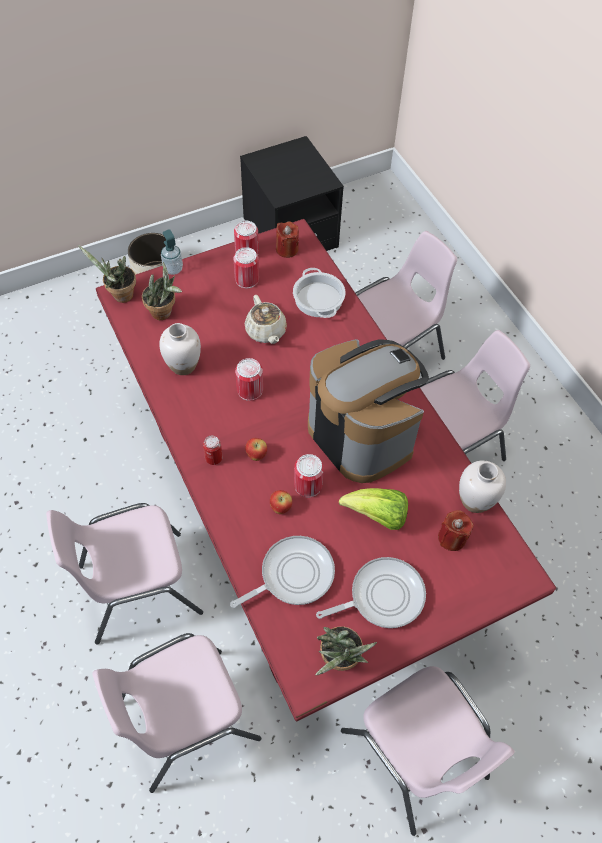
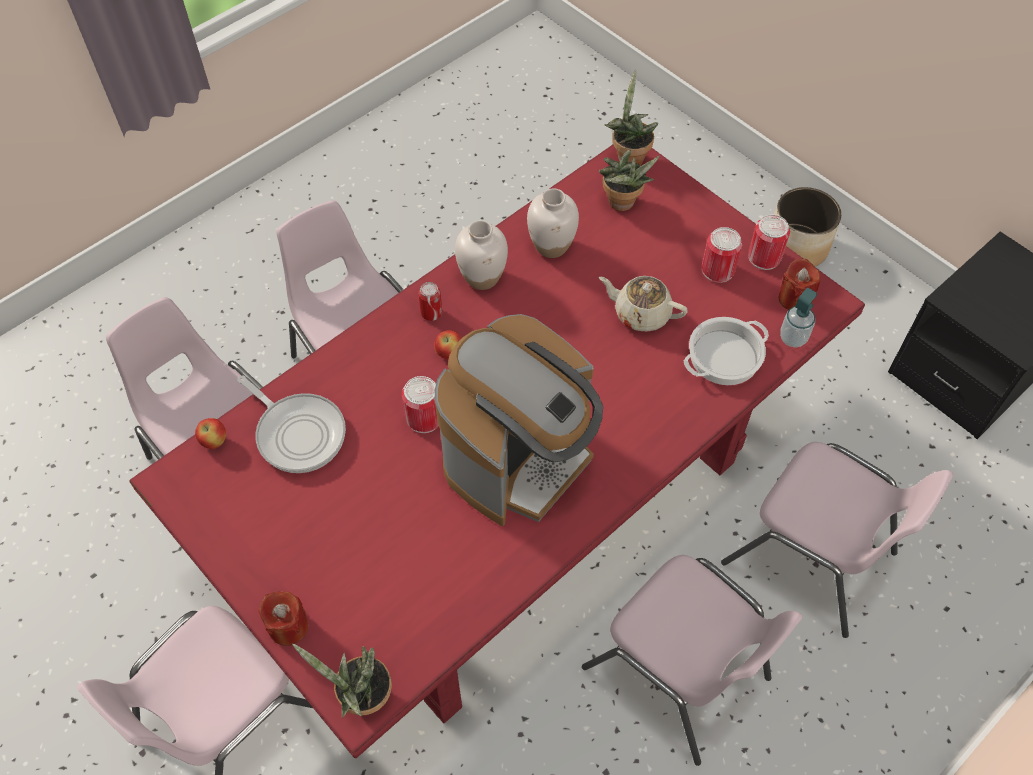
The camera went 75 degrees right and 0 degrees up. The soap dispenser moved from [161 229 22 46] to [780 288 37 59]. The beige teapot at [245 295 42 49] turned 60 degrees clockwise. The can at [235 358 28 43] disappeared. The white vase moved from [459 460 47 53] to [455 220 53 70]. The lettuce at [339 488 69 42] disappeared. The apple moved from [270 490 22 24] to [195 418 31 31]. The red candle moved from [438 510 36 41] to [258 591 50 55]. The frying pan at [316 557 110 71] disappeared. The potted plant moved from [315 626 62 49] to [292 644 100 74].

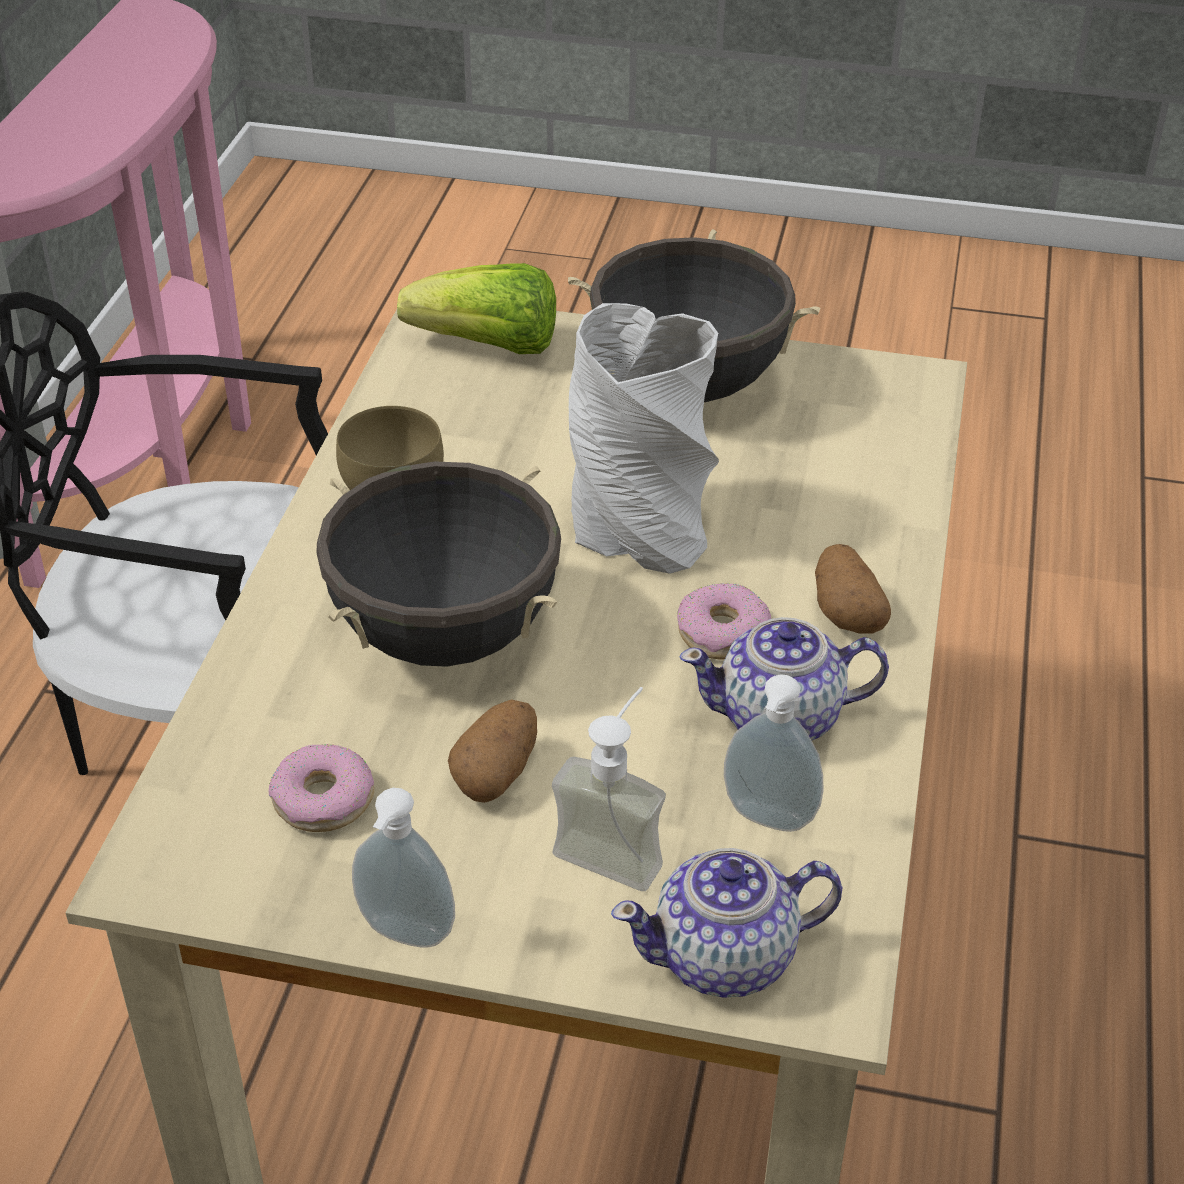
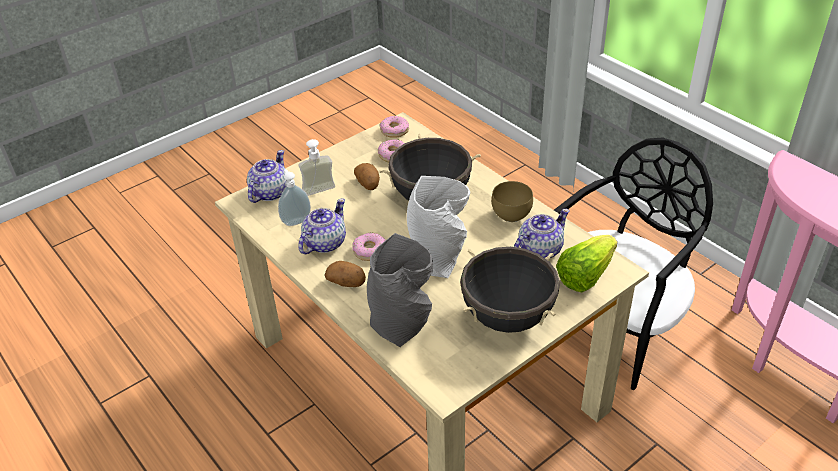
The camera went 130 degrees right and 0 degrees up. The soap dispenser at [352 788 103 160] disappeared. The donut at [379 116 30 22] appeared. The teapot at [514 209 56 49] appeared. The grey vase at [367 233 66 114] appeared.

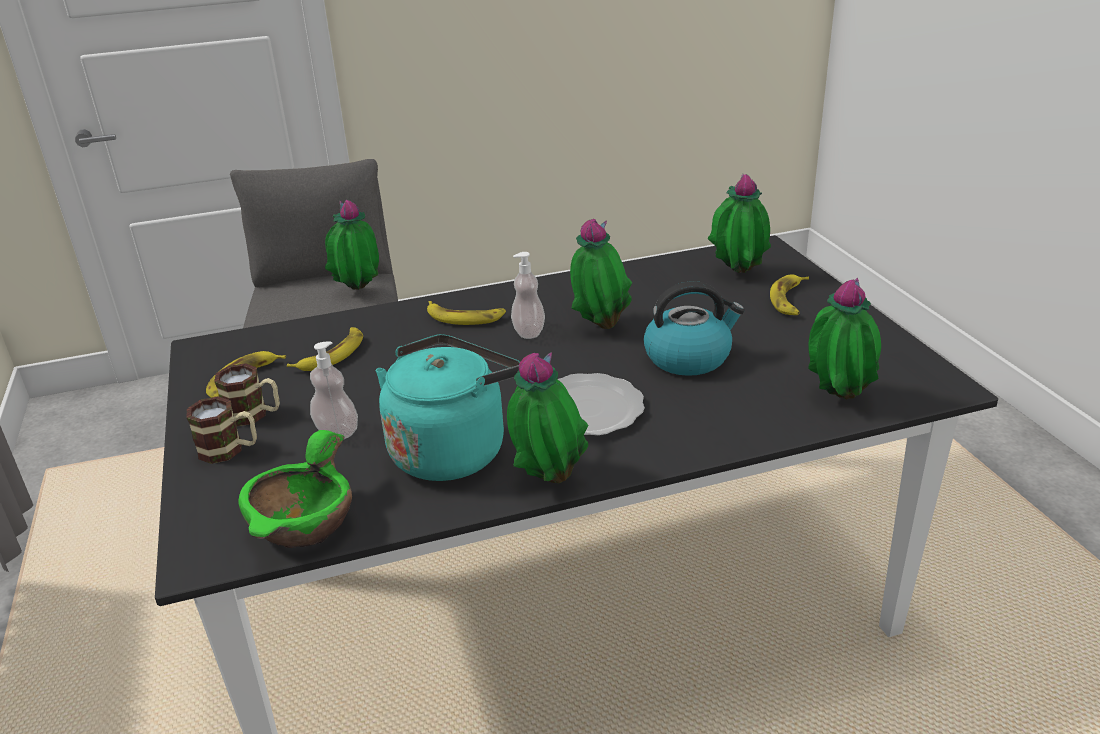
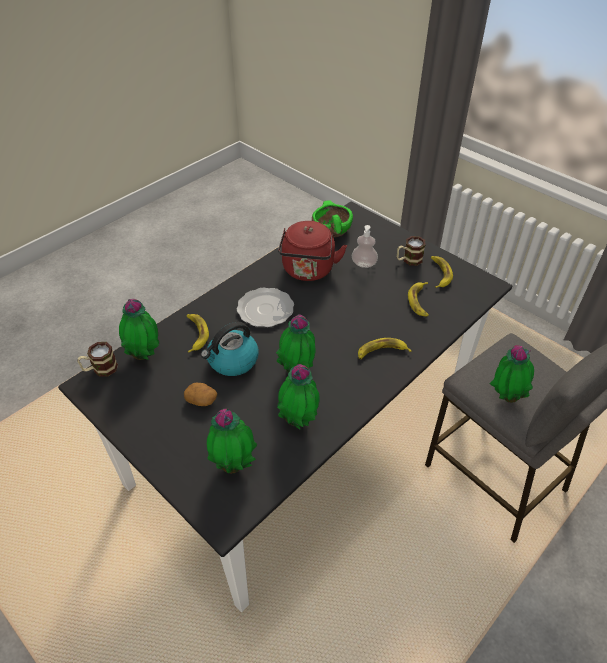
The camera went 150 degrees right and 15 degrees up. The soap dispenser at [511 252 34 87] disappeared. The banana moved from [770 275 39 40] to [187 314 22 39]. The turquoise kettle at [376 334 144 147] became the red kettle at [278 221 69 60]. The potted plant moved from [507 352 82 131] to [277 364 43 66]. The mug moved from [186 396 71 68] to [78 342 40 34]. The potato at [184 383 33 23] appeared.

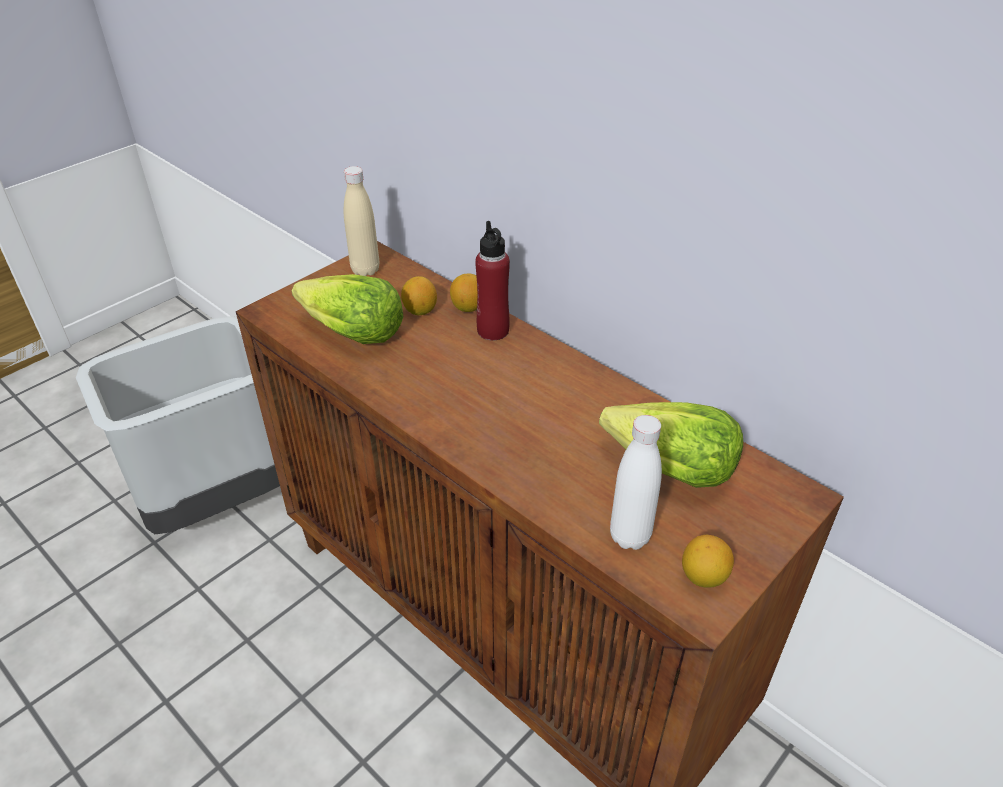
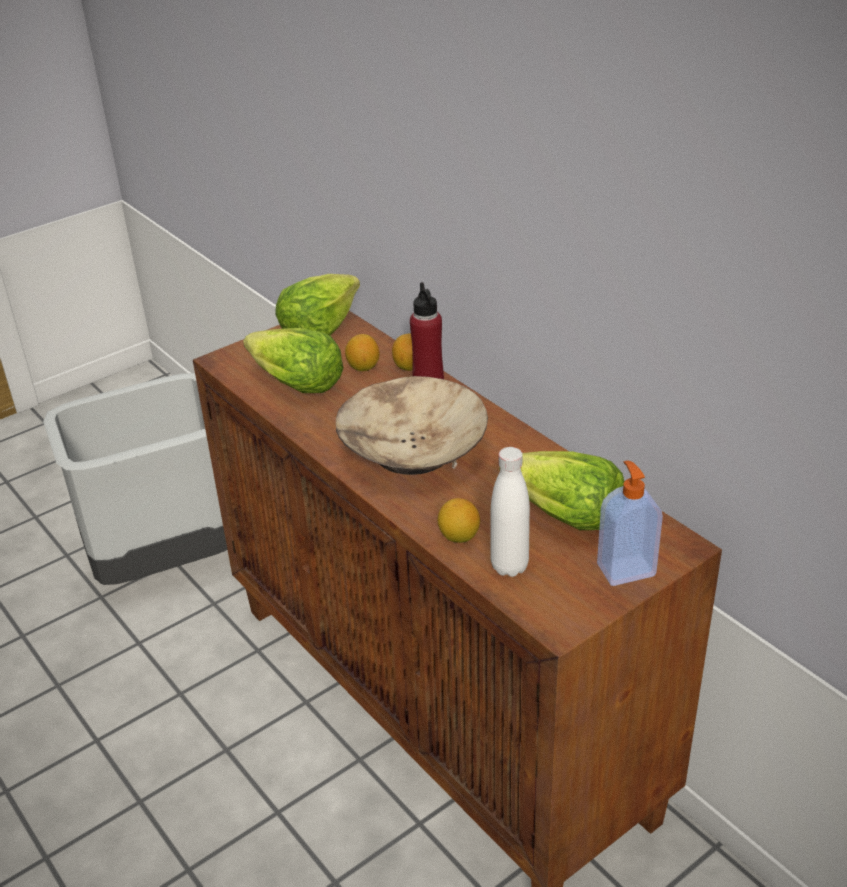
The camera went 10 degrees right and 5 degrees down. The beige bottle at [344 166 35 110] was replaced by the lettuce at [275 274 85 61]. The lemon moved from [682 535 52 53] to [437 498 43 45]. The beige bowl at [336 376 152 99] appeared. The soap dispenser at [597 460 66 126] appeared.

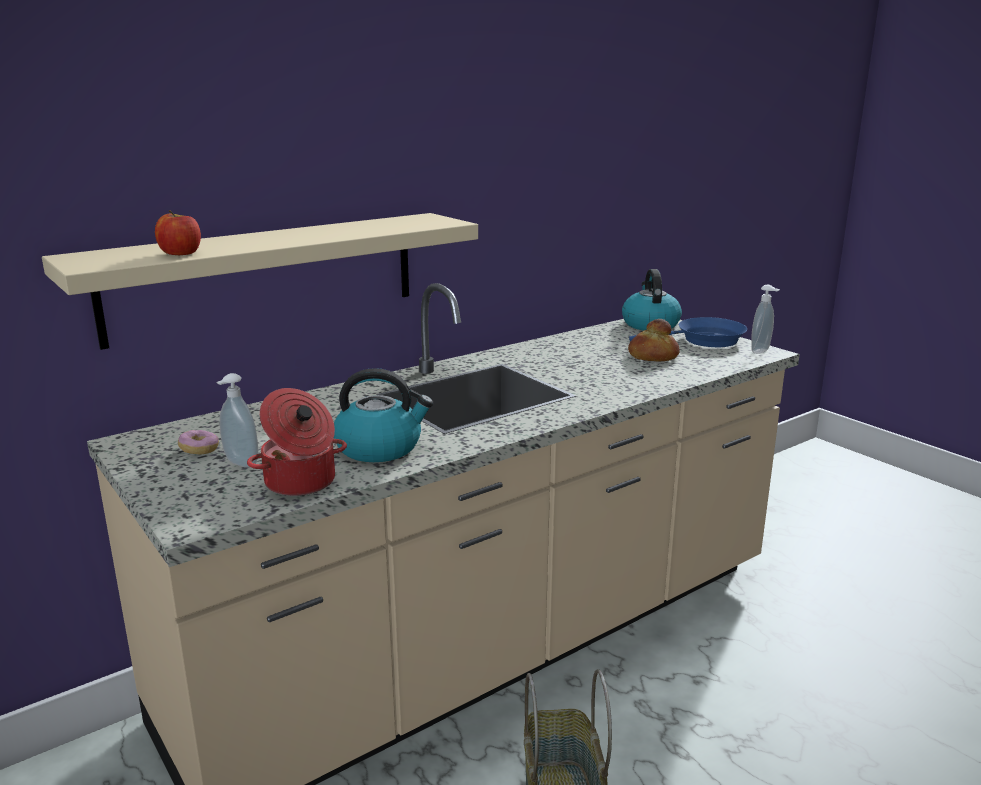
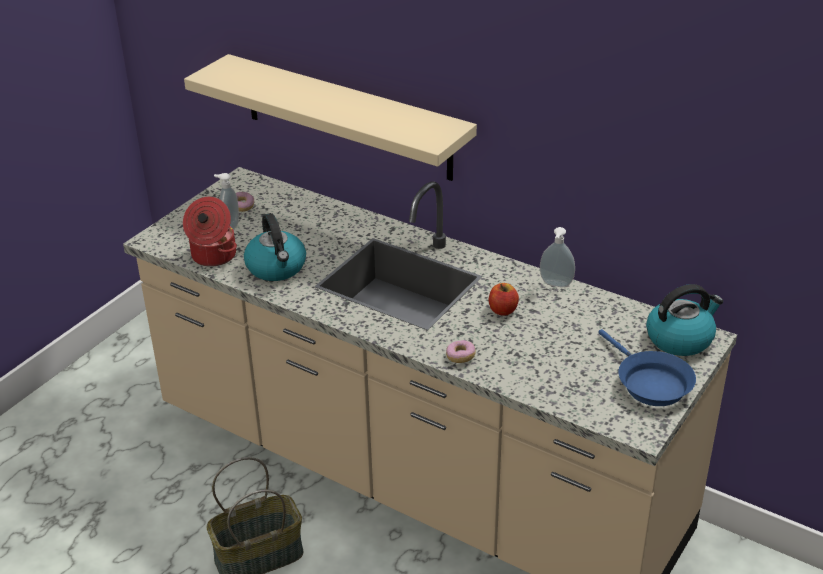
The camera went 70 degrees right and 15 degrees up. The apple moved from [155 210 46 45] to [489 283 30 33]. The soap dispenser moved from [751 284 29 70] to [540 227 35 60]. The bread at [628 319 52 42] disappeared. The donut at [446 340 30 23] appeared.

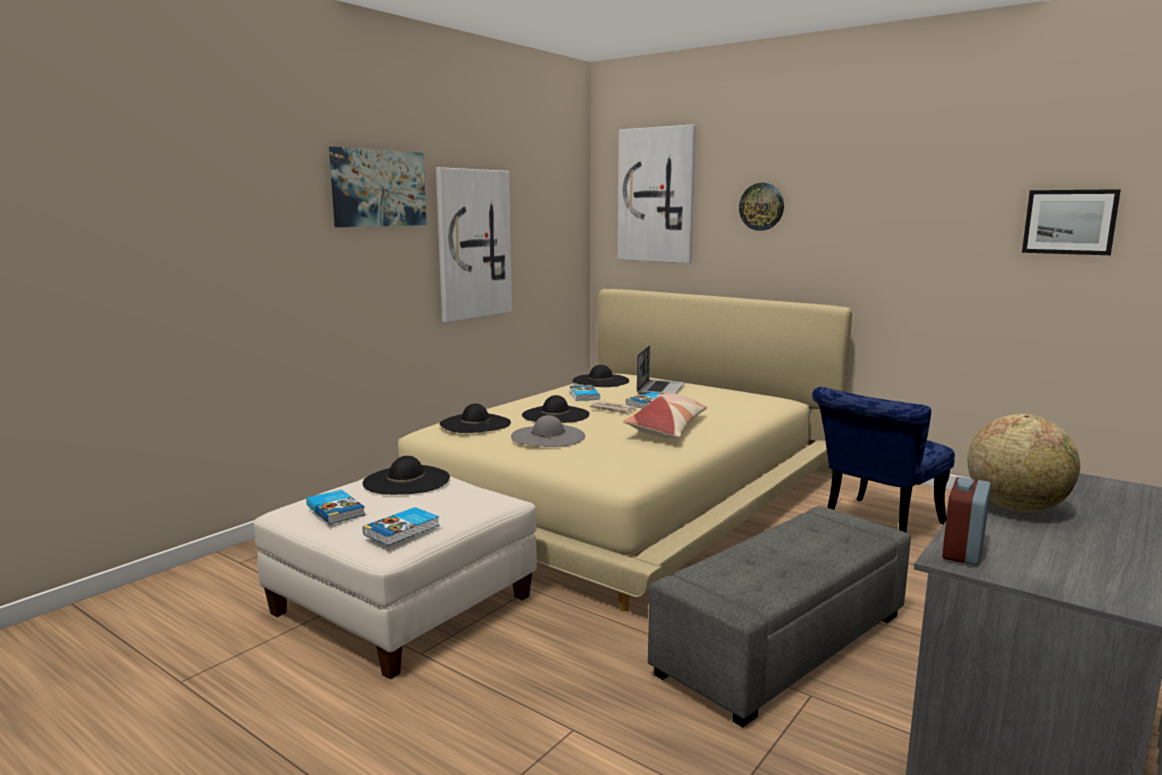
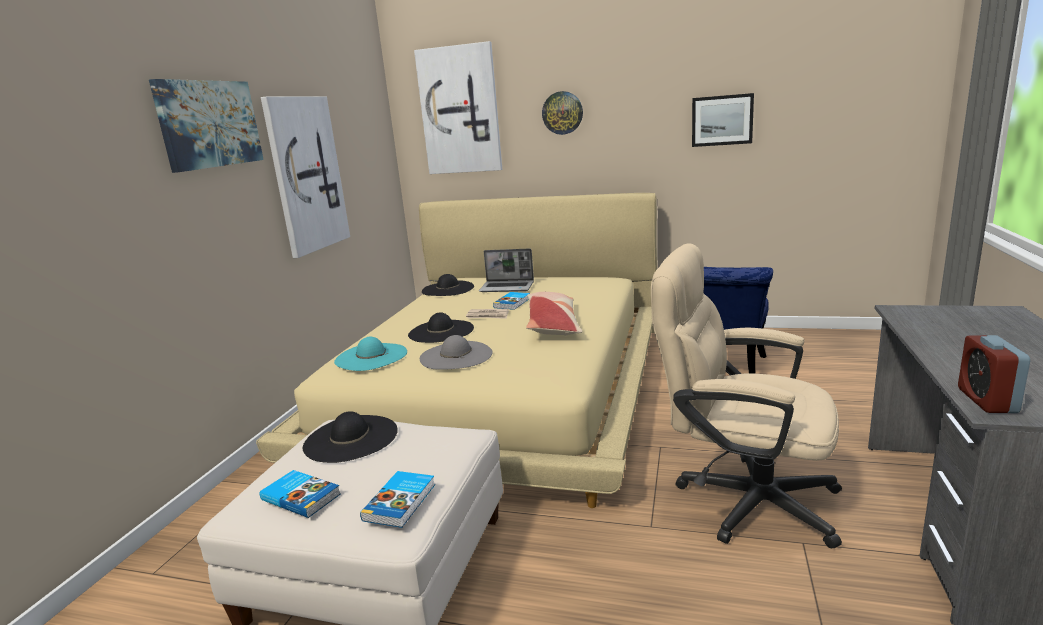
The camera went 20 degrees left and 5 degrees up. The picture moved from [1022 189 99 66] to [692 93 62 54]. The laptop at [637 345 48 49] turned 105 degrees clockwise. The book at [569 385 31 16] disappeared. The black hat at [440 403 71 30] became the turquoise hat at [334 337 73 34]. The globe at [967 414 113 99] disappeared. The grey ottoman at [648 506 263 221] was replaced by the beige office chair at [651 243 191 305].

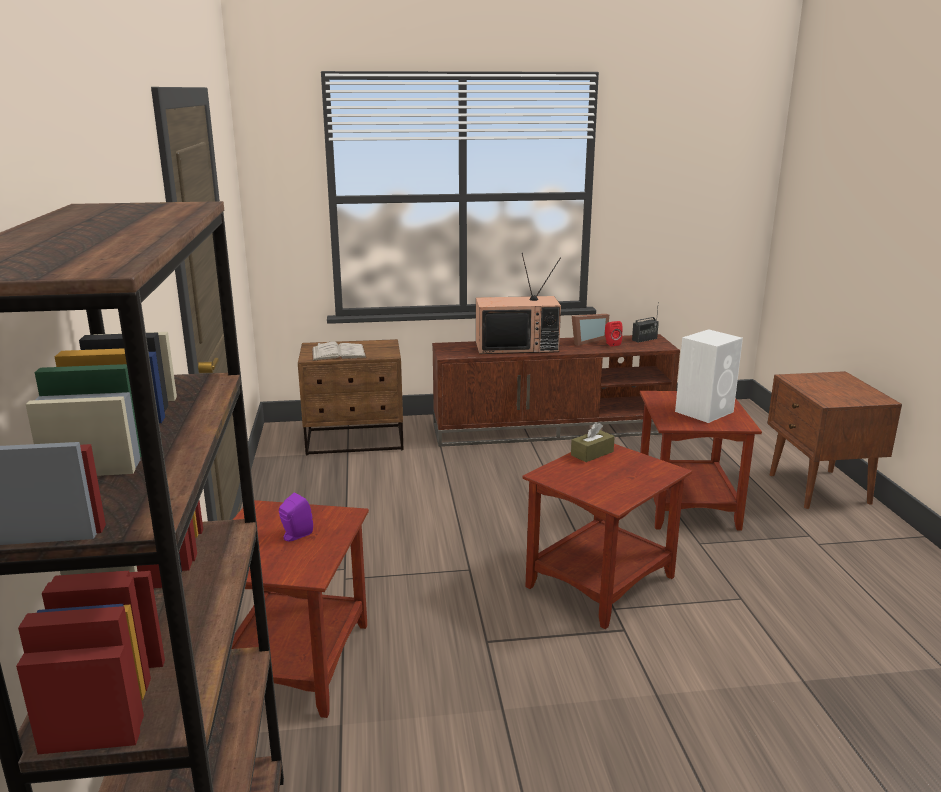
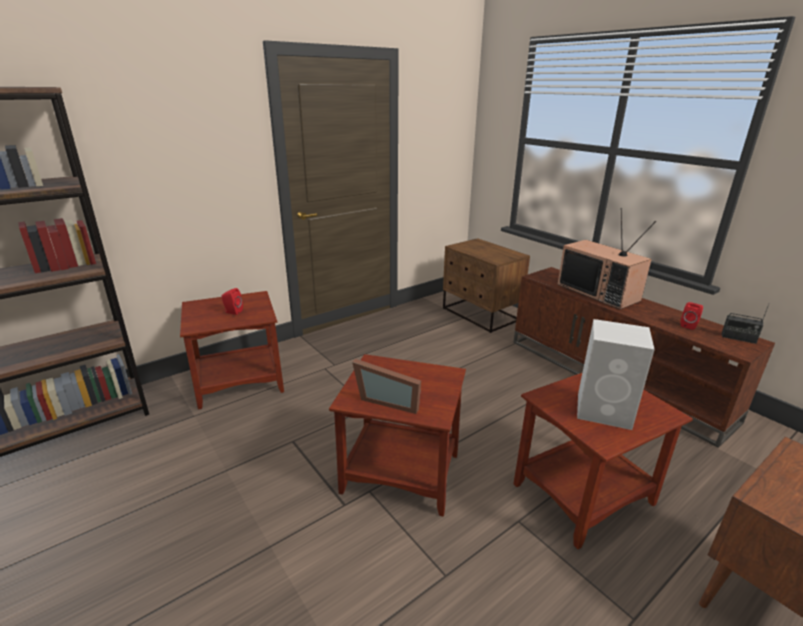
The camera went 60 degrees right and 5 degrees up. The picture frame moved from [572 314 37 32] to [352 359 69 55]. The white book at [312 342 55 19] disappeared. The brown tissue box at [571 422 44 40] disappeared. The purple speaker at [279 493 34 48] became the red speaker at [221 288 22 27].

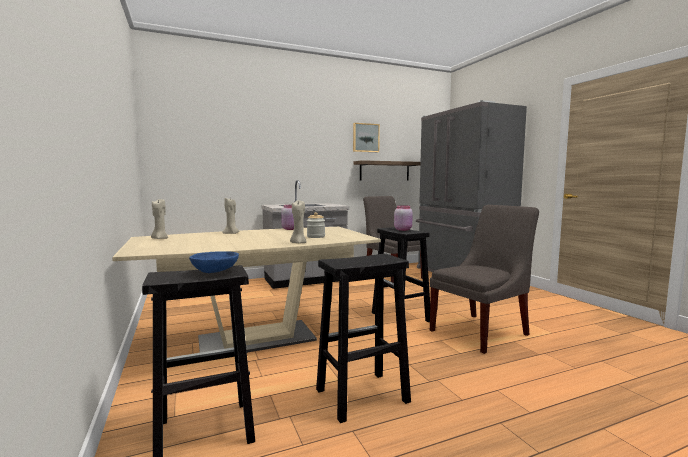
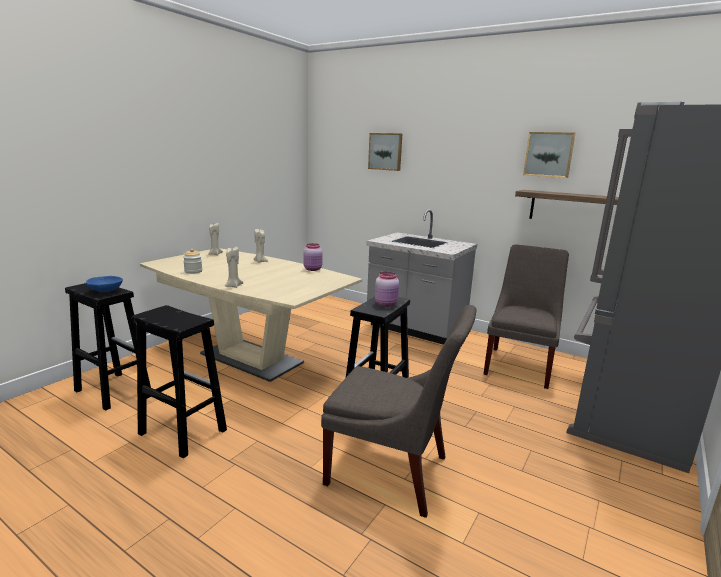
The camera went 55 degrees right and 10 degrees up. The jar moved from [307 212 18 26] to [183 249 20 25]. The picture at [368 133 34 38] appeared.

